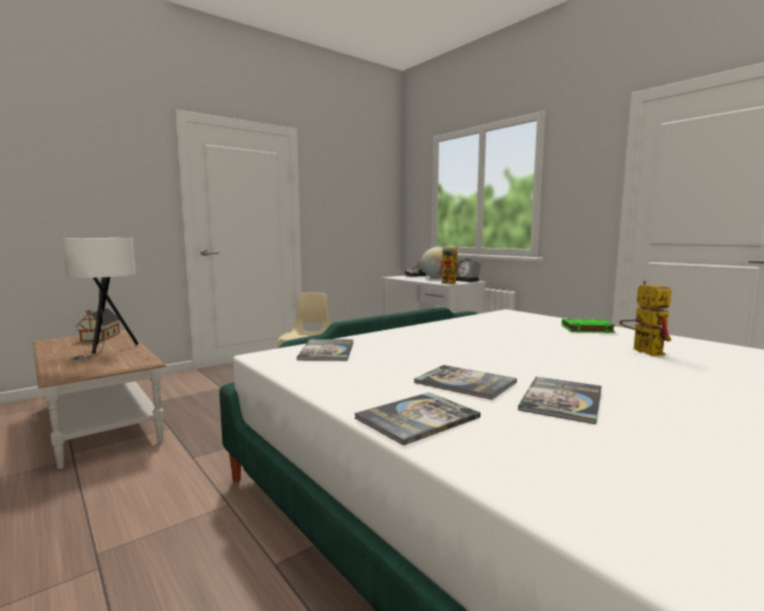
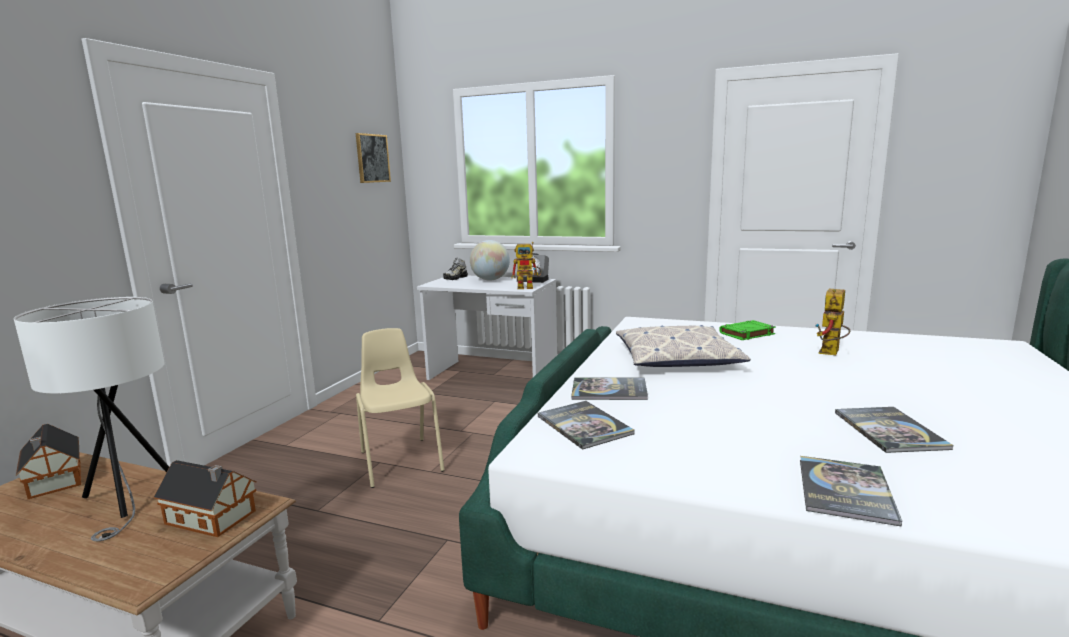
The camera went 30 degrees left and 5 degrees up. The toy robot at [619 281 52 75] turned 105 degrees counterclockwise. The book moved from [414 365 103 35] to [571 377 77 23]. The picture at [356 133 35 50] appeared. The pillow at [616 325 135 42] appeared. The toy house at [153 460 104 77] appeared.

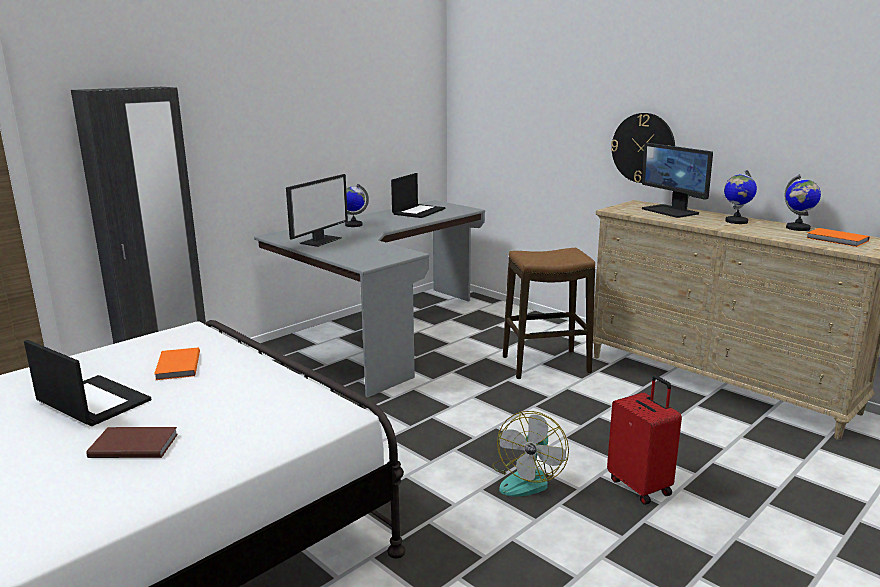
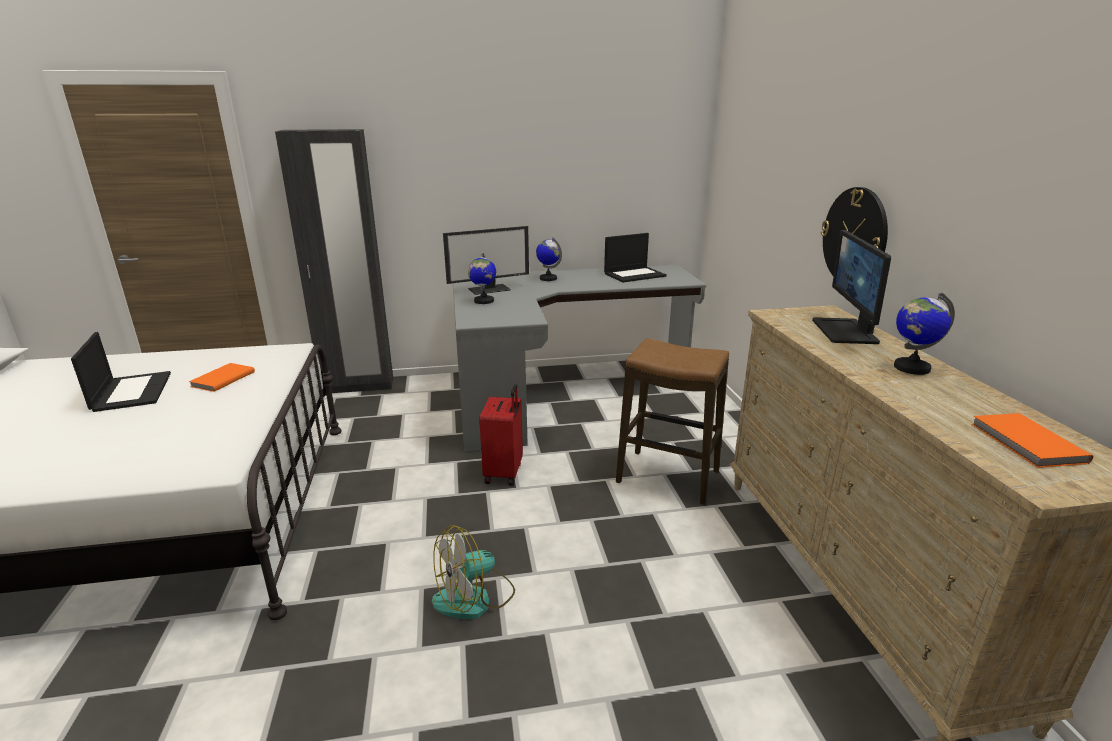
The camera went 35 degrees right and 5 degrees up. The globe moved from [784 174 37 57] to [468 253 28 51]. The red suitcase moved from [607 376 75 128] to [479 384 44 102]. The brown book at [87 427 91 31] disappeared.

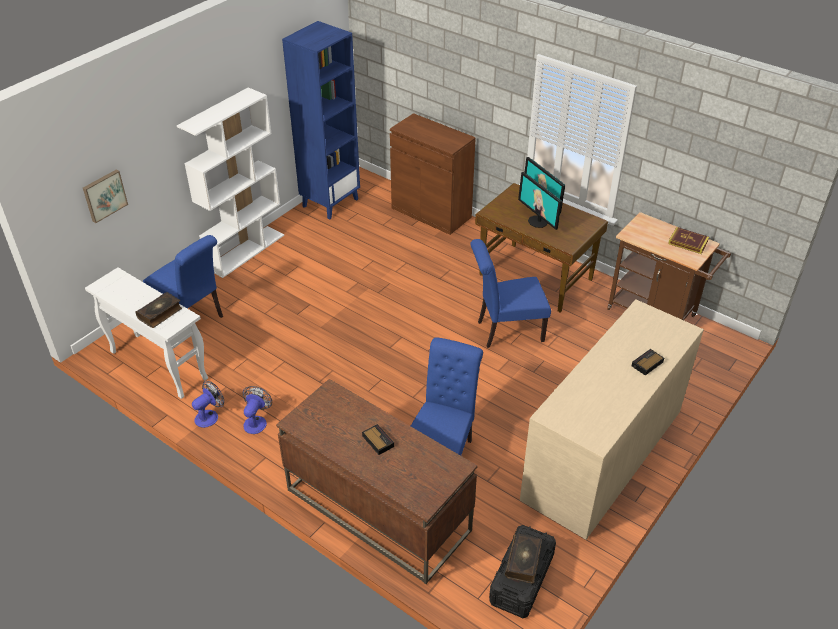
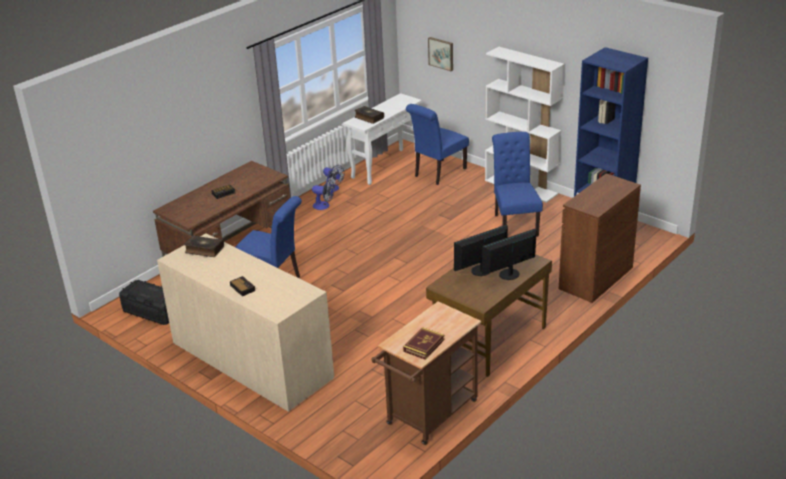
The camera went 95 degrees right and 10 degrees down. The blue chair moved from [470 239 81 109] to [492 132 51 105]. The book moved from [505 533 37 50] to [184 235 40 22].

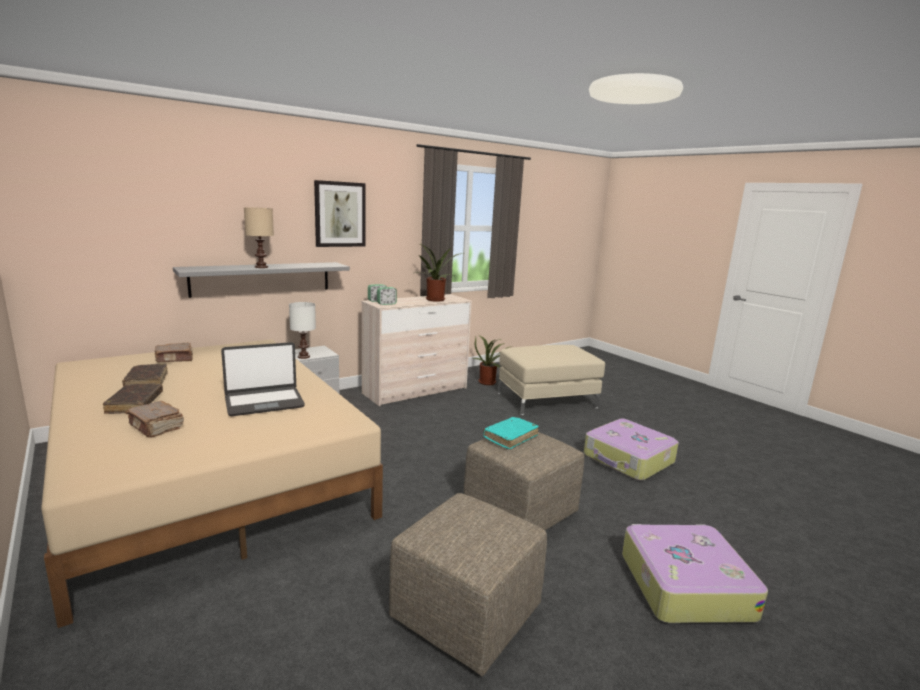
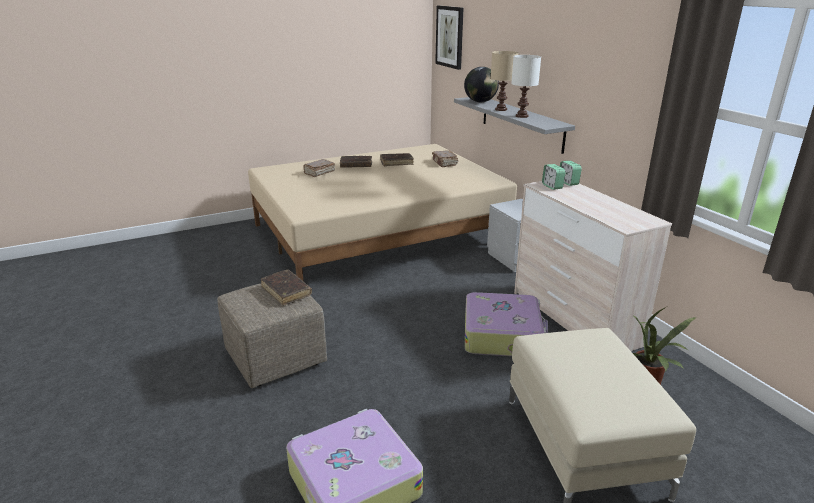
The camera went 100 degrees right and 10 degrees up. The picture moved from [314 180 52 67] to [435 6 29 64]. The potted plant at [415 245 49 57] disappeared. The white table lamp moved from [289 302 27 57] to [511 55 30 63]. The laptop at [221 342 84 74] disappeared. The turquoise book at [483 417 56 32] became the brown book at [261 270 51 36]. The beige ottoman at [389 493 158 183] disappeared. The suitcase moved from [622 524 146 99] to [465 292 83 64]. The globe at [464 67 35 35] appeared.

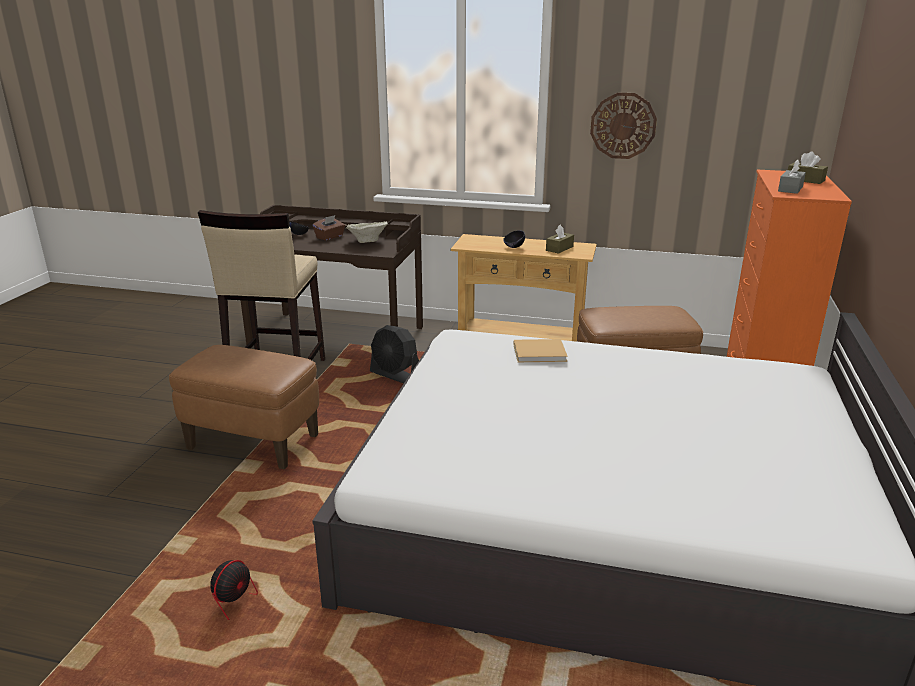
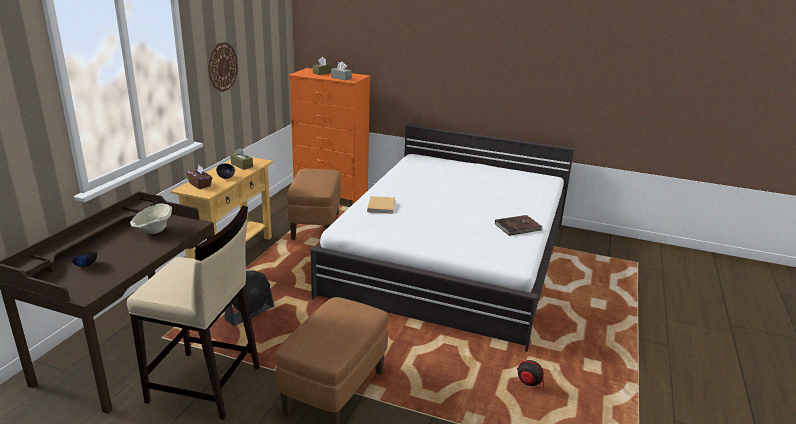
The camera went 85 degrees left and 0 degrees up. The brown tissue box moved from [313 215 32 25] to [186 165 26 24]. The brown book at [495 215 48 21] appeared.

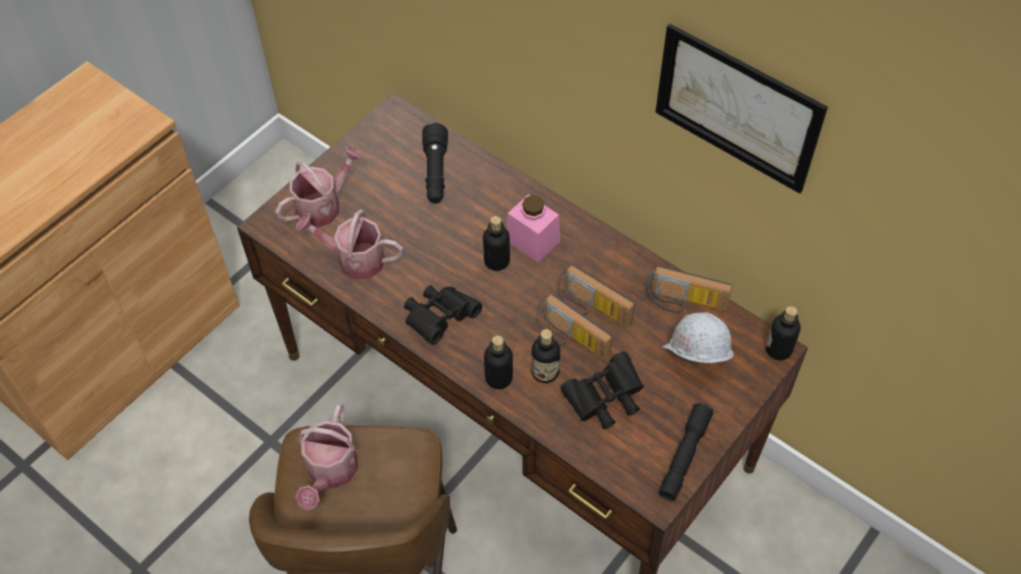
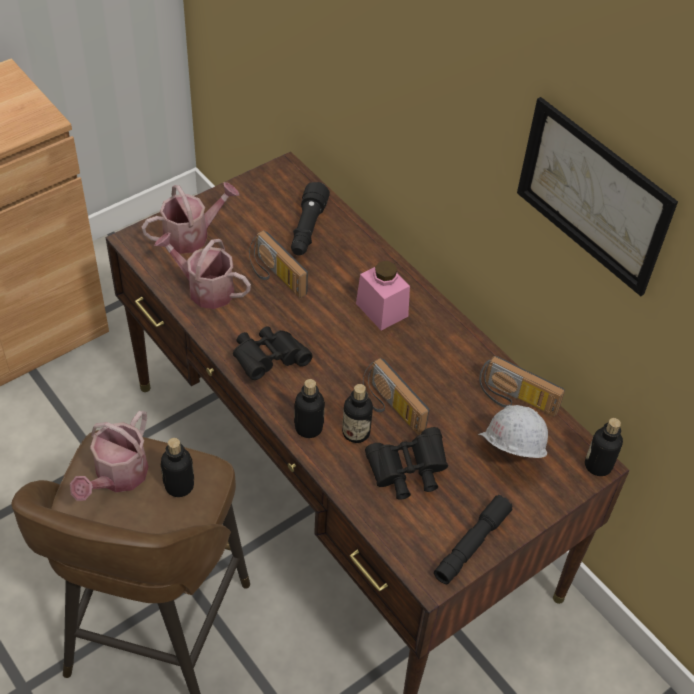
The camera went 10 degrees right and 5 degrees down. The bottle moved from [483 216 27 55] to [160 438 34 59]. The radio moved from [558 265 77 63] to [249 230 59 68].

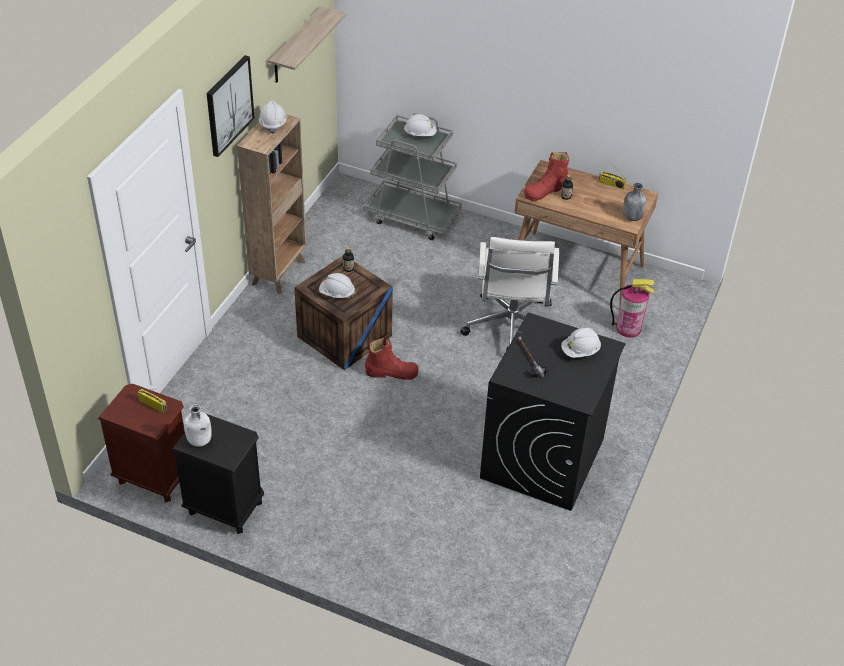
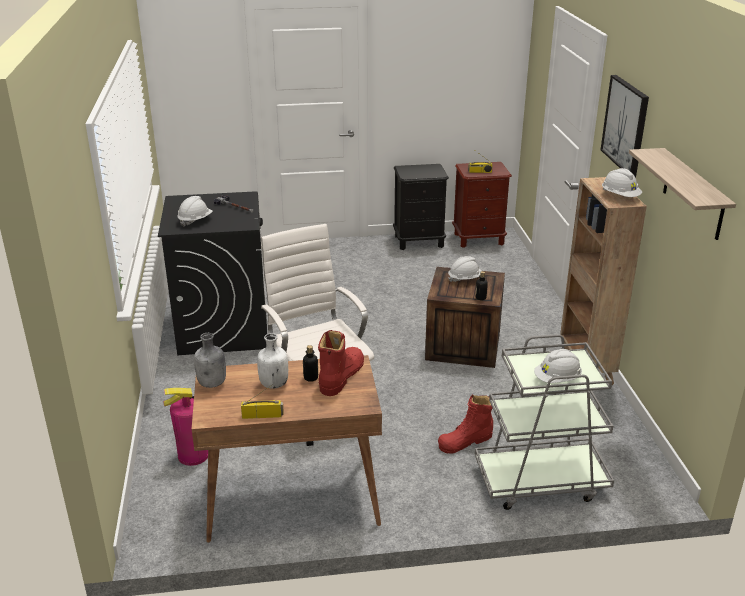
The camera went 150 degrees right and 15 degrees down. The red boot moved from [365 337 54 43] to [438 395 55 59]. The white bottle moved from [184 404 28 43] to [257 333 31 56].

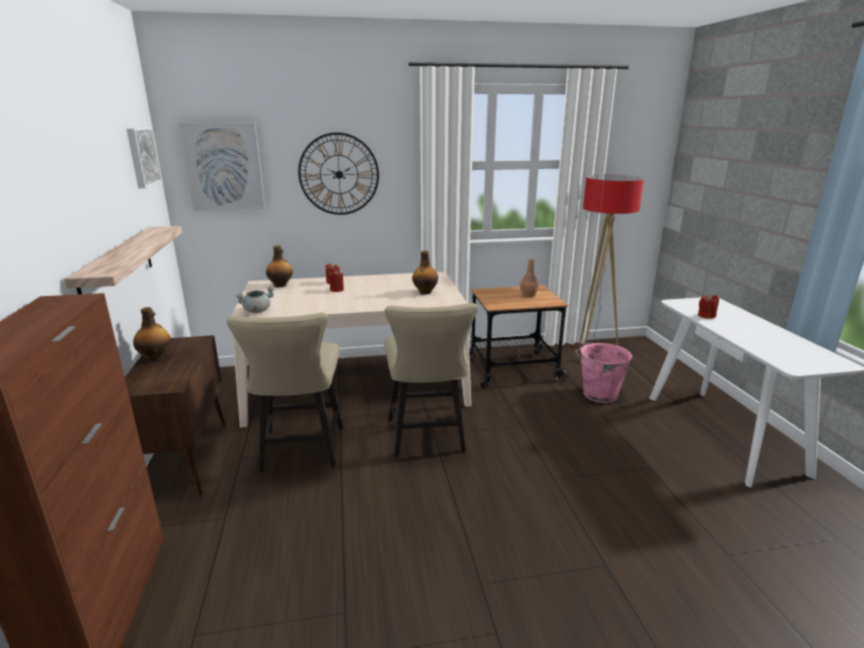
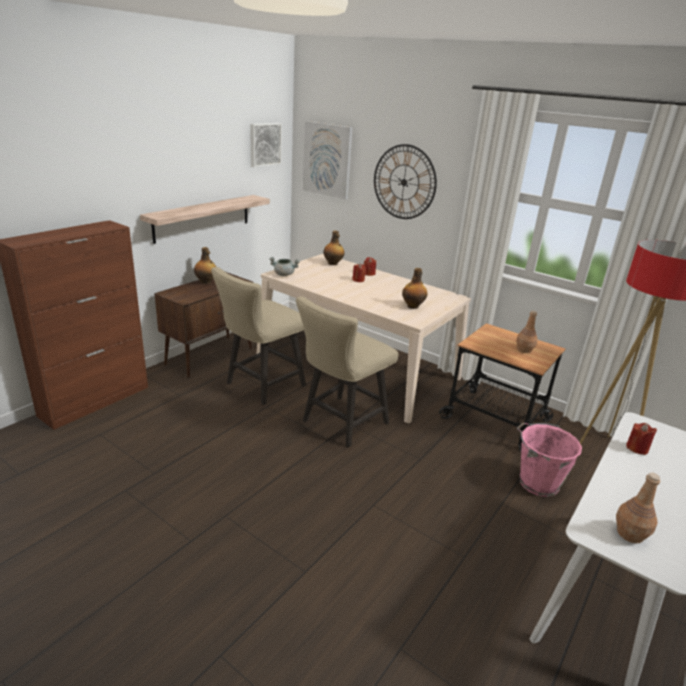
The camera went 45 degrees right and 5 degrees up. The brown bottle at [616 473 44 70] appeared.

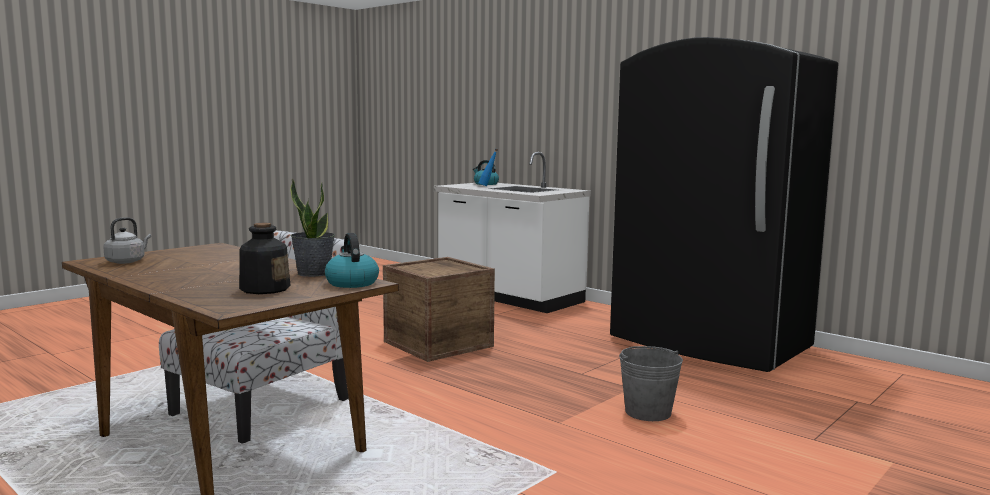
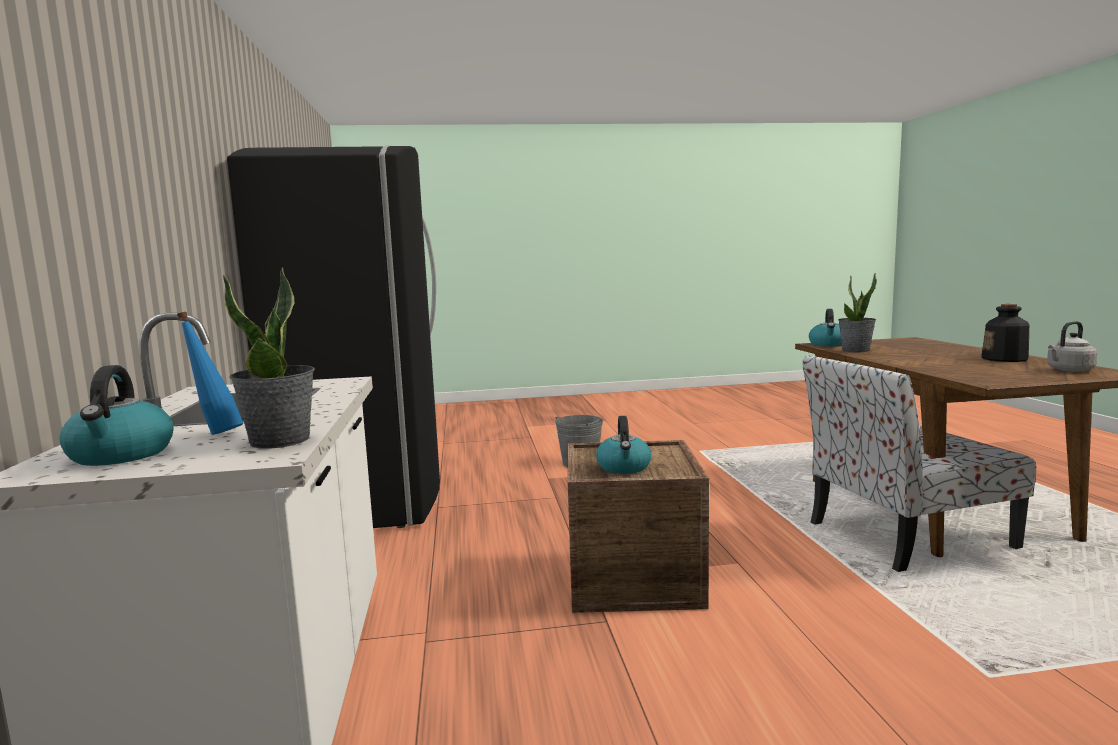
The camera went 140 degrees left and 0 degrees up. The bottle moved from [239 223 52 71] to [981 304 48 58]. The potted plant at [223 267 92 182] appeared. The kettle at [596 416 55 58] appeared.

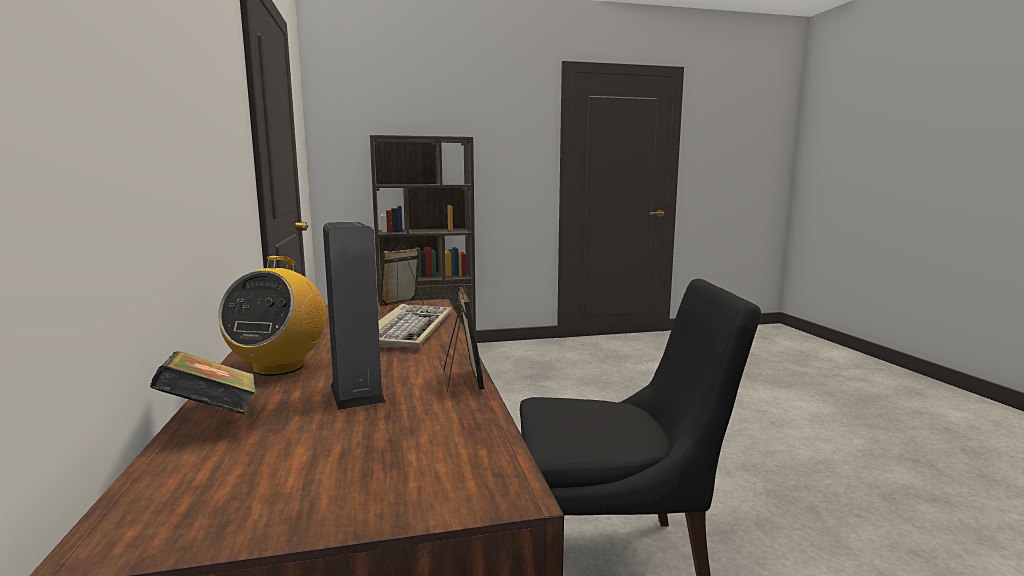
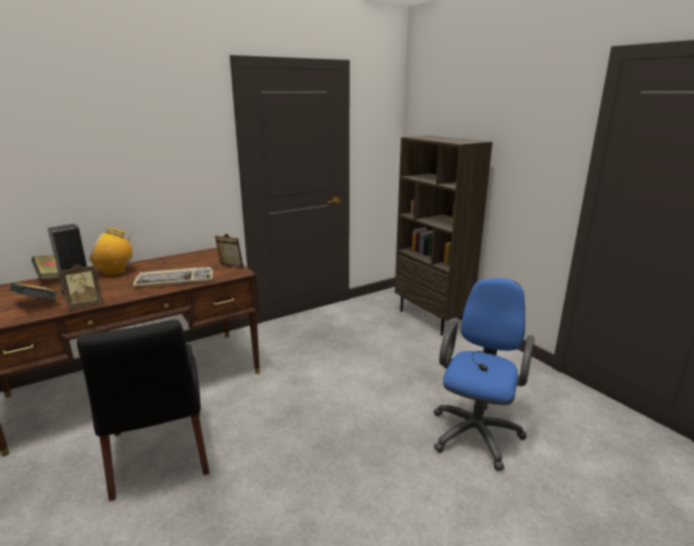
The camera went 70 degrees right and 10 degrees up. The blue office chair at [433 278 101 193] appeared. The book at [9 282 49 18] appeared.

